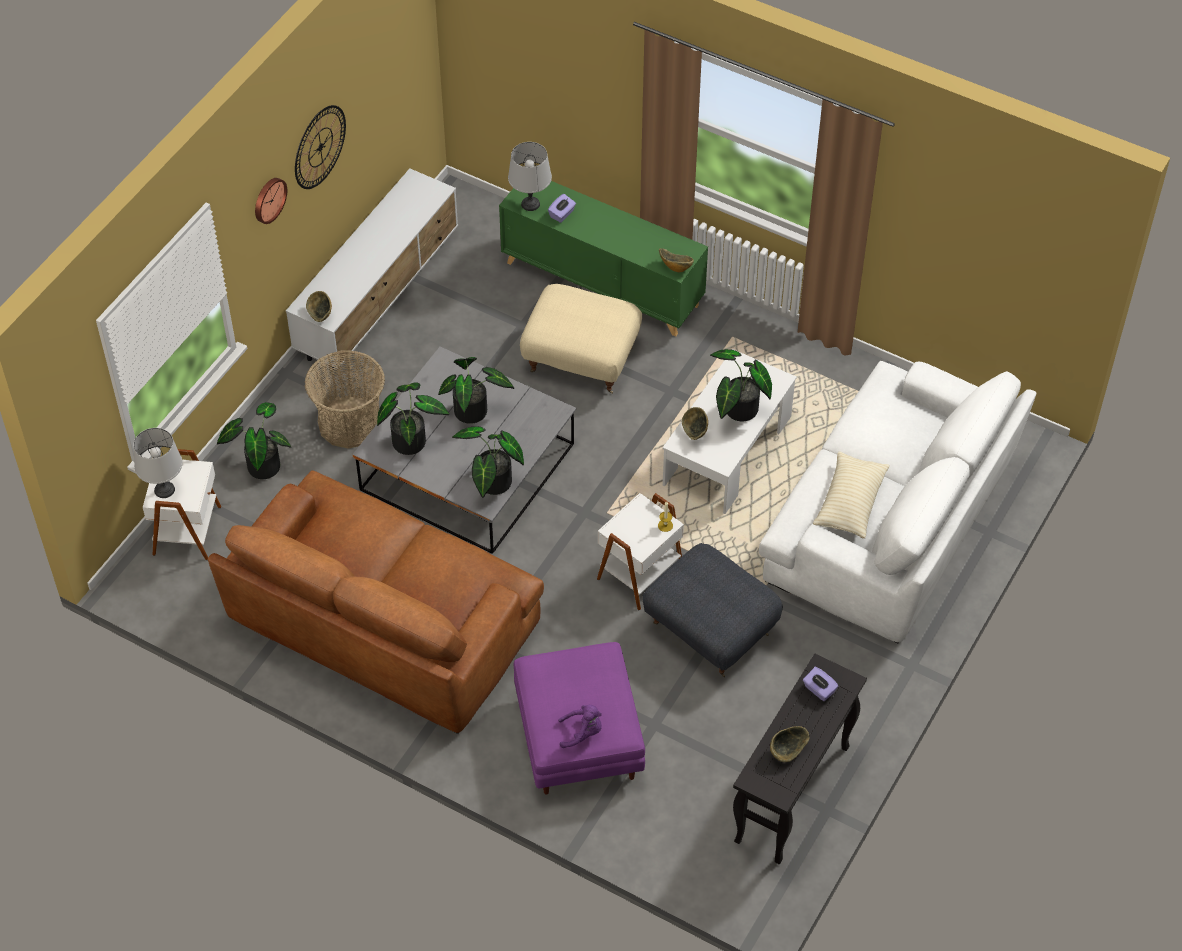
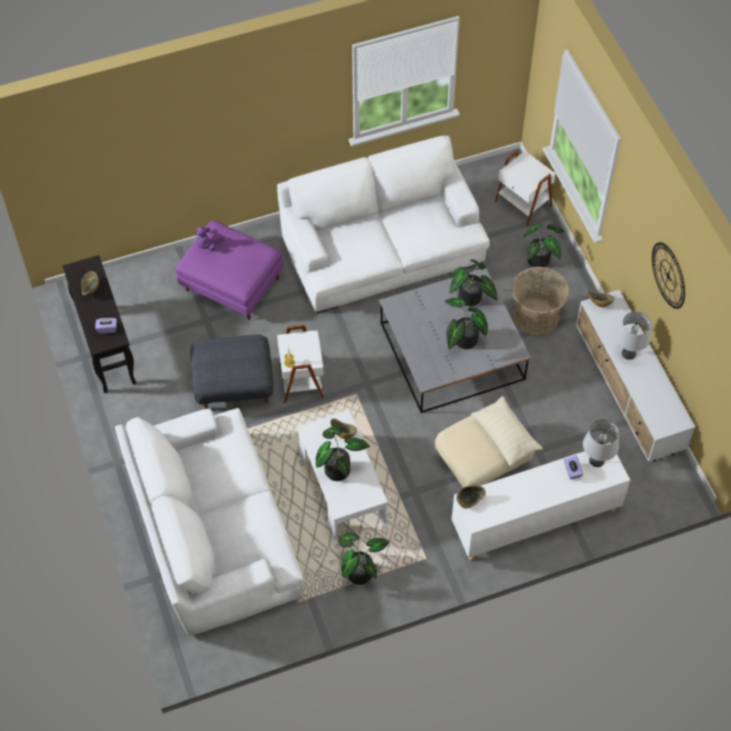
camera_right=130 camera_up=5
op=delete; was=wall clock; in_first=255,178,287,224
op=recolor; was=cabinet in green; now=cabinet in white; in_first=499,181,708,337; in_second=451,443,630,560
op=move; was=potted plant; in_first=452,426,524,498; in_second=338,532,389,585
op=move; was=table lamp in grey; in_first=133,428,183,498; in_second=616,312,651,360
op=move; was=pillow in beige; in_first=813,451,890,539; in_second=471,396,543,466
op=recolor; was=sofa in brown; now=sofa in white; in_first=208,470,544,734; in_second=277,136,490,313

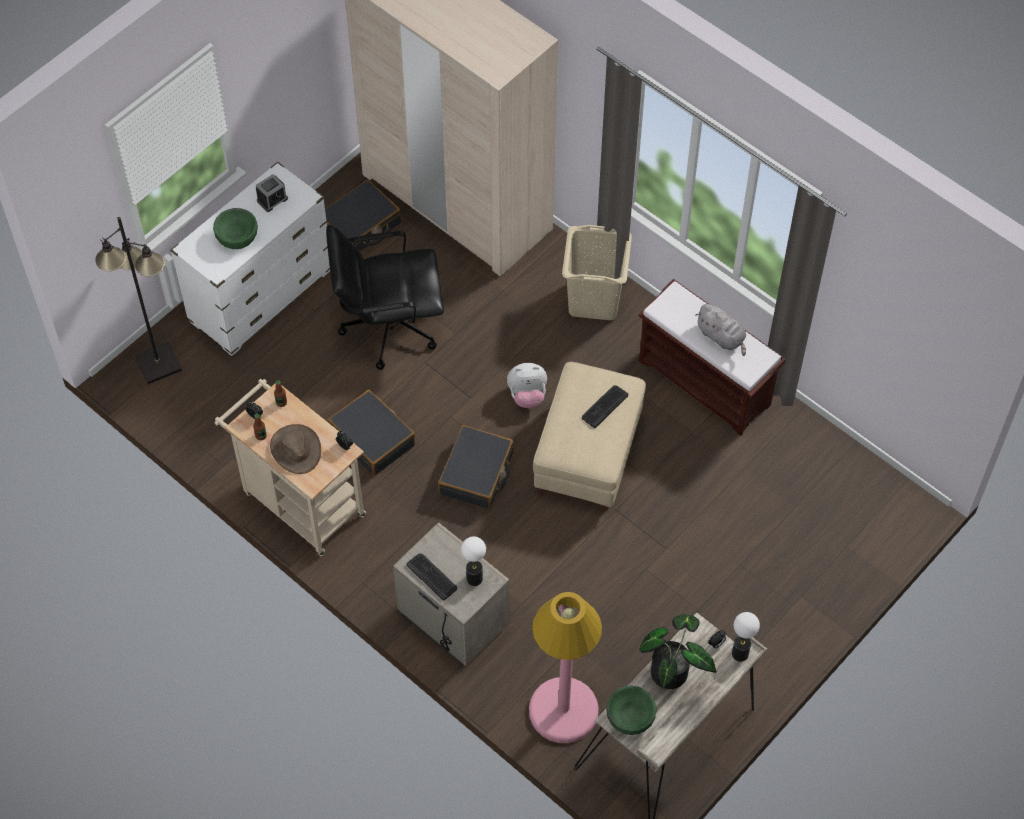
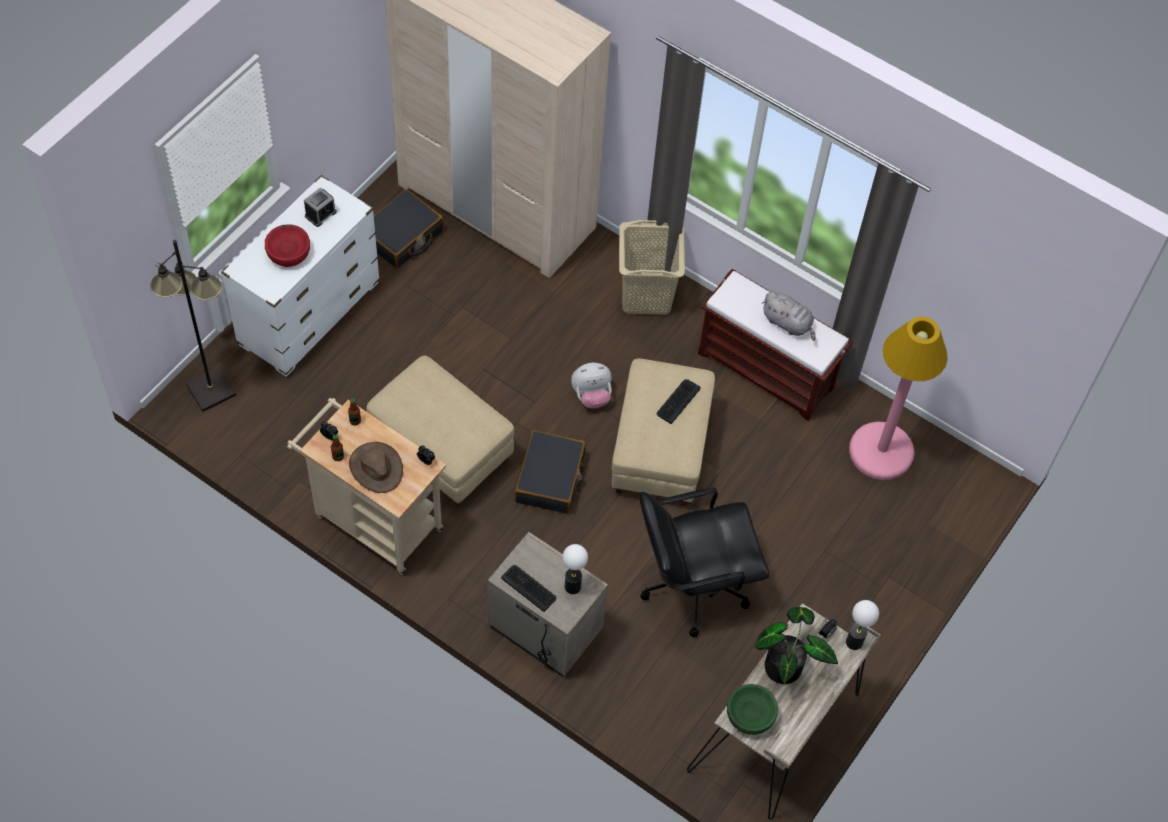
camera_right=-10 camera_up=0
op=recolor; was=bowl in green; now=bowl in red; in_first=213,208,258,249; in_second=265,224,310,267
op=move; was=office chair in black; in_first=326,225,444,370; in_second=639,488,769,637
op=replace; was=suitcase in black; now=ottoman in beige; in_first=328,390,415,476; in_second=366,356,514,507
op=move; was=floor lamp in pink; in_first=529,592,602,743; in_second=849,316,948,480

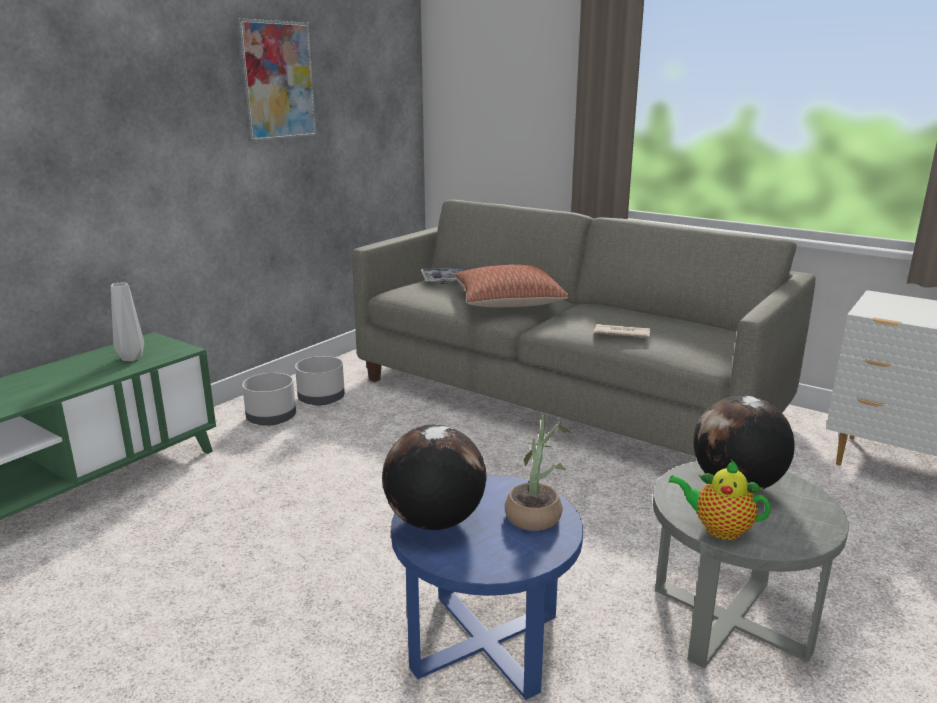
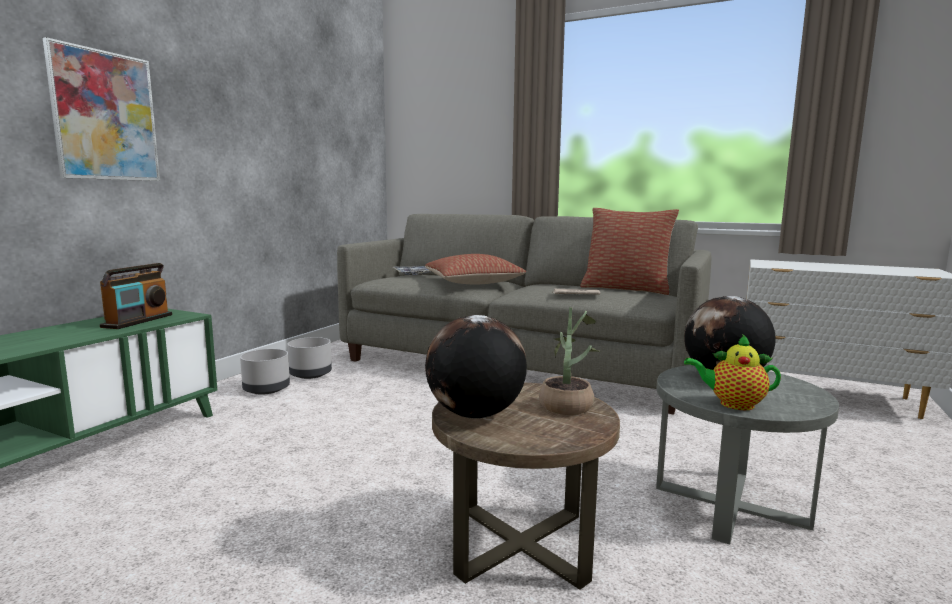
camera_right=-10 camera_up=-10
op=move; was=picture; in_first=236,18,316,141; in_second=43,37,160,181
op=replace; was=vase in grey; now=radio; in_first=111,282,144,361; in_second=100,263,172,329
op=recolor; was=side table in blue; now=side table in brown; in_first=391,474,583,700; in_second=432,383,620,590
op=insert; now=pillow; in_second=580,208,679,295

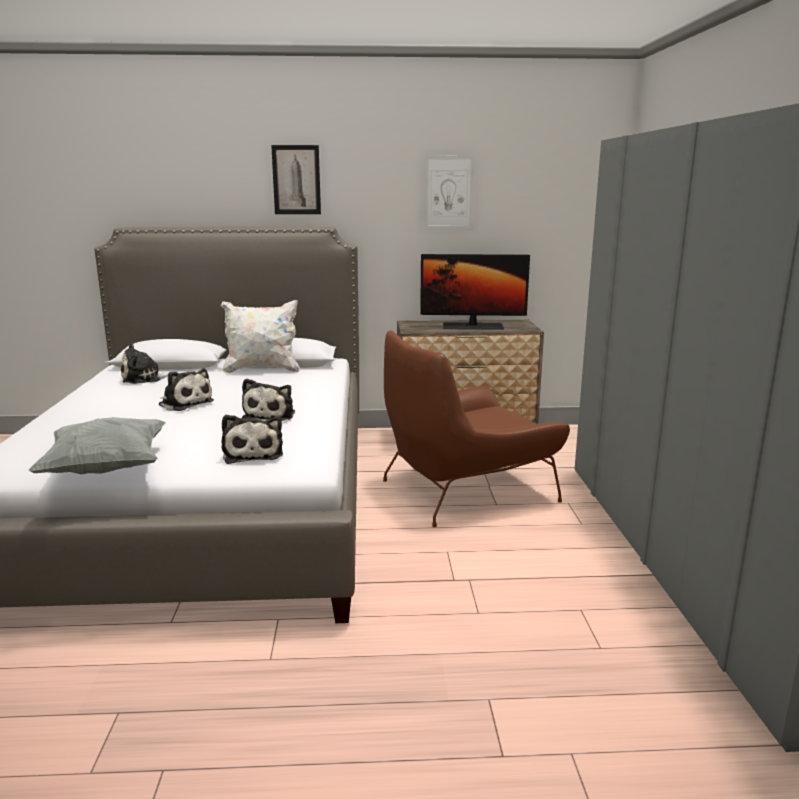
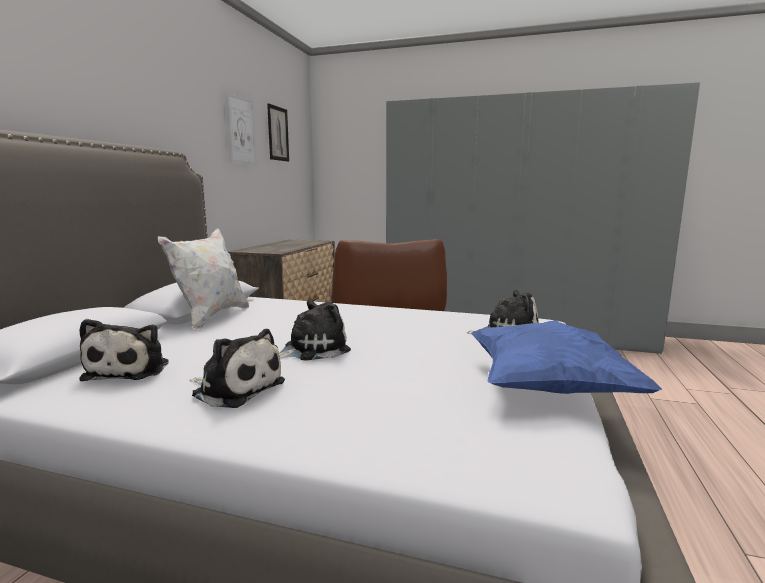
camera_right=-70 camera_up=-5
op=move; was=picture; in_first=271,145,321,214; in_second=267,103,289,162
op=delete; was=monitor; in_first=420,254,530,330
op=move; was=plush toy; in_first=242,379,295,421; in_second=190,329,285,408
op=recolor; was=pillow in grey; now=pillow in blue; in_first=28,417,166,474; in_second=471,320,662,394

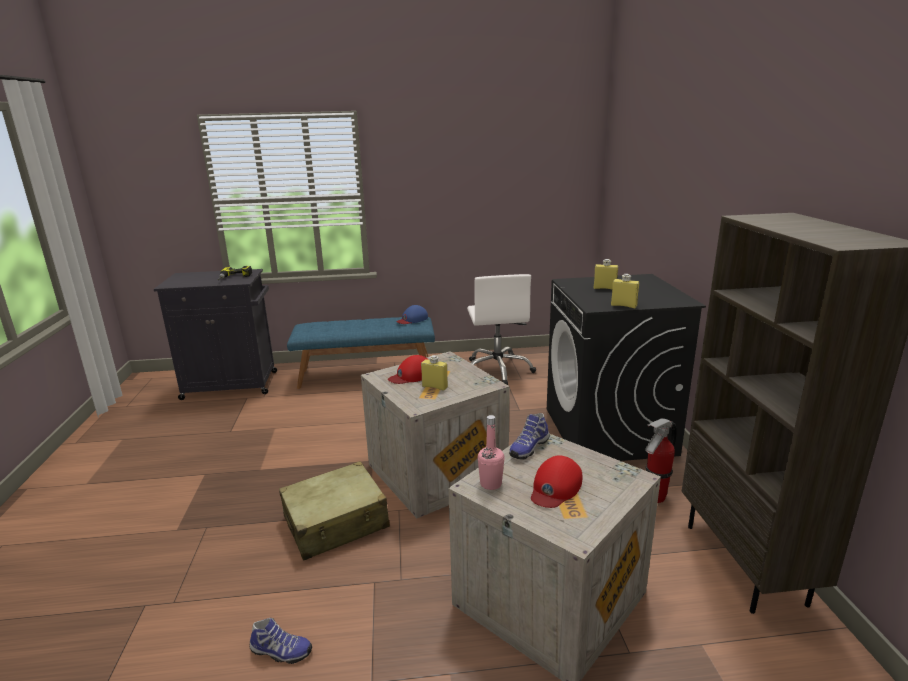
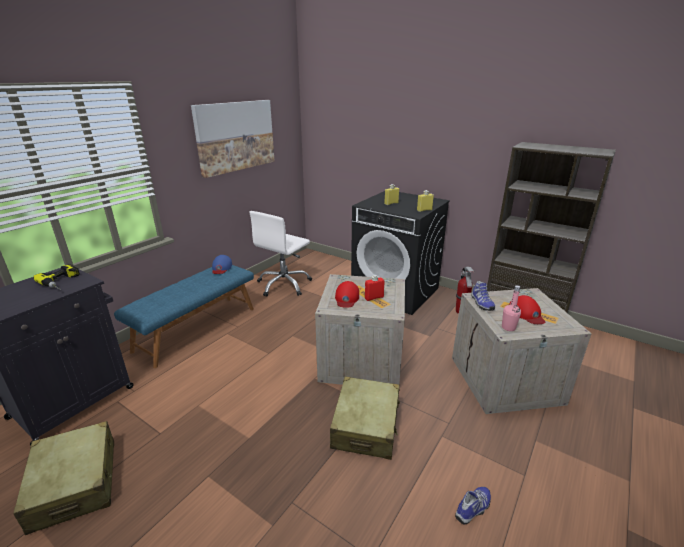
camera_right=-50 camera_up=5
op=rotate; was=office chair in white; in_first=467,274,536,385; in_second=249,211,312,297; clockwise=90
op=recolor; was=bottle in yellow; now=bottle in red; in_first=421,355,448,391; in_second=365,275,385,301
op=insert; now=picture; in_second=191,100,275,178
op=insert; now=suitcase in beige; in_second=13,421,114,535

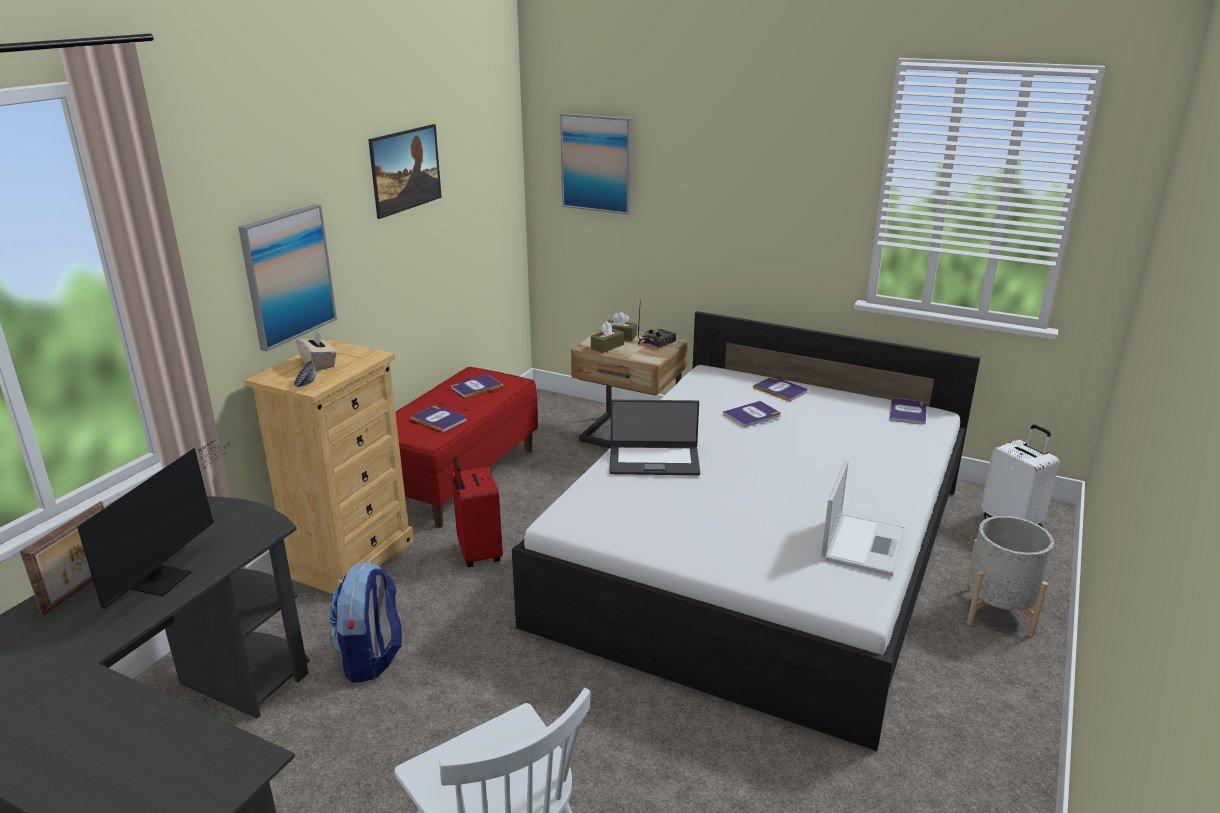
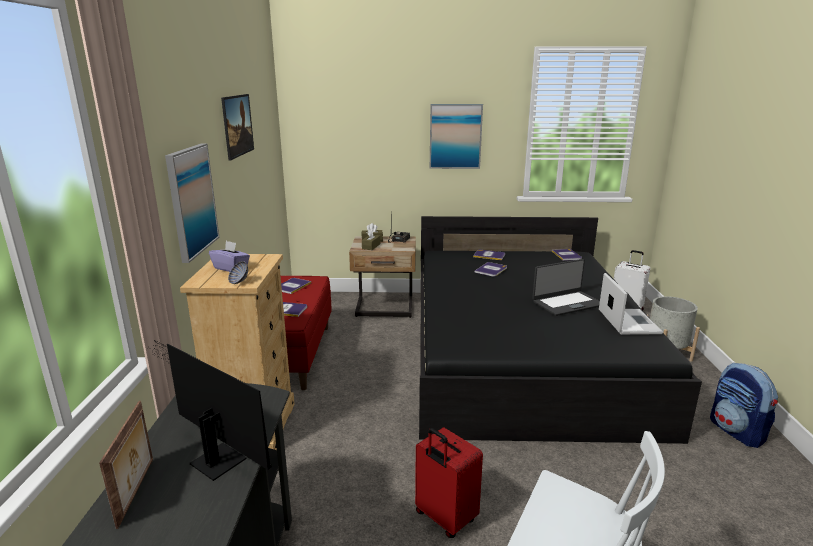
camera_right=-25 camera_up=-5
op=move; was=picture; in_first=560,113,632,215; in_second=430,104,483,169
op=recolor; was=bed in white; now=bed in black; in_first=512,311,980,751; in_second=419,216,702,444
op=recolor; was=tissue box in beige; now=tissue box in purple; in_first=296,330,337,371; in_second=209,241,250,272
op=move; was=laptop; in_first=609,400,700,475; in_second=532,259,600,316
op=rotate; was=monitor; in_first=77,440,230,609; in_second=146,341,271,481; clockwise=-45
op=move; was=suitcase in red; in_first=452,457,503,567; in_second=415,427,483,538
op=move; was=backpack; in_first=329,561,402,683; in_second=710,363,778,448

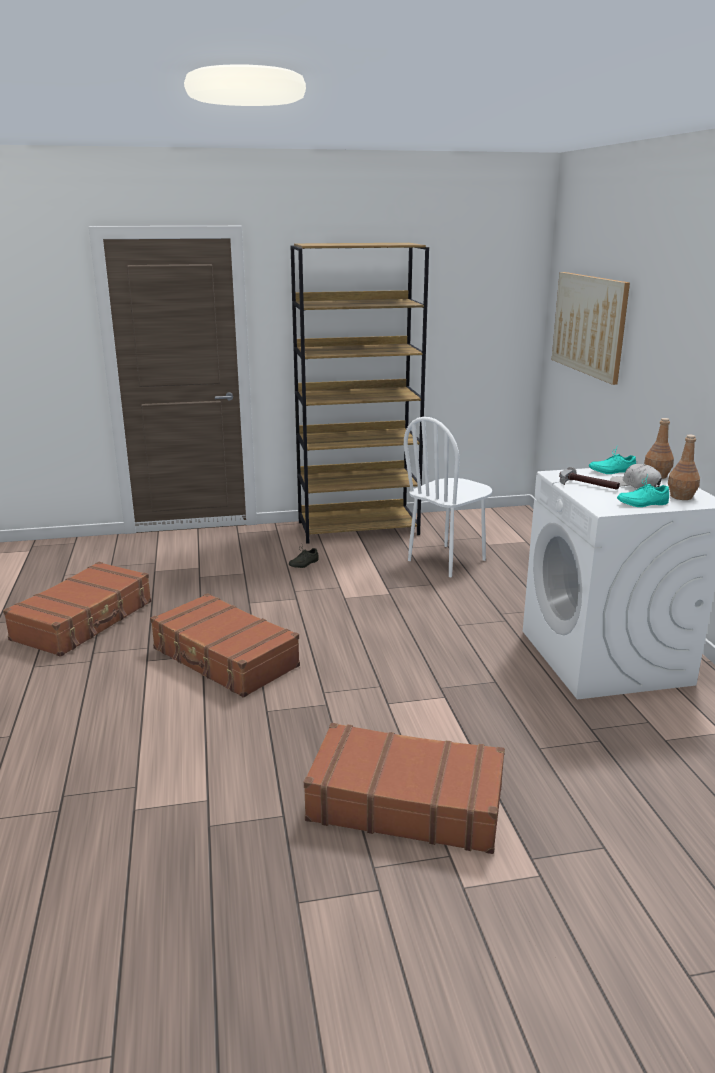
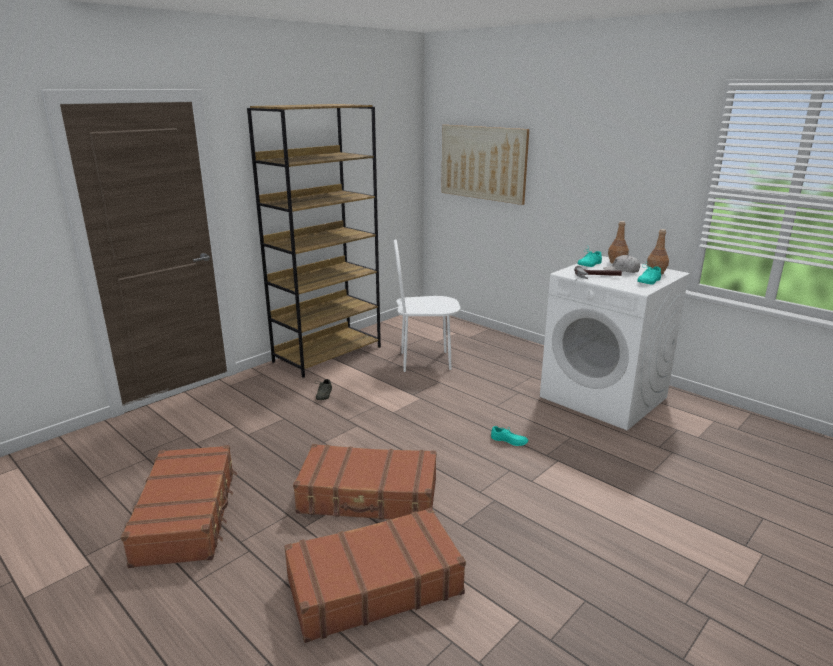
camera_right=-35 camera_up=0
op=rotate; was=chair in white; in_first=404,417,492,577; in_second=394,239,460,372; clockwise=75
op=move; was=suitcase in brown; in_first=304,723,505,854; in_second=284,508,466,643
op=insert; now=shoe in turquoise; in_second=491,426,528,446

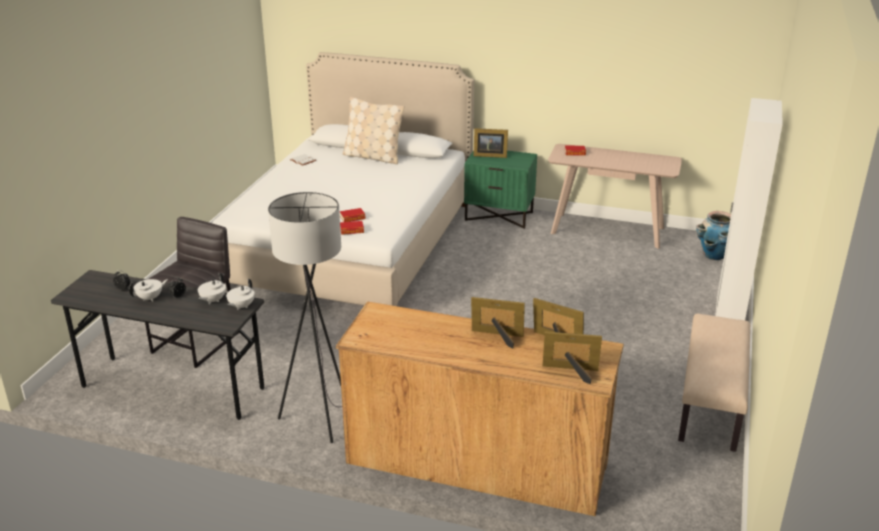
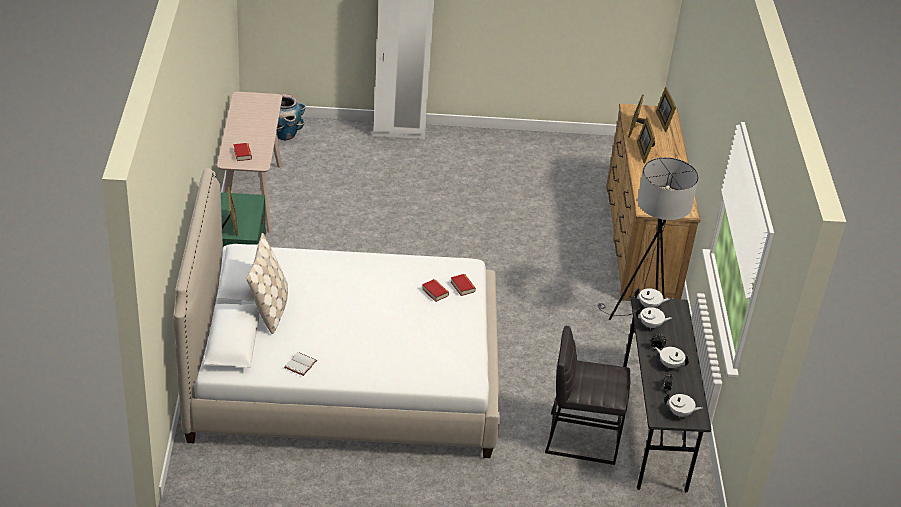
camera_right=-110 camera_up=10
op=delete; was=bench in beige; in_first=678,314,750,452
op=insert; now=teapot in white; in_second=664,393,703,417

